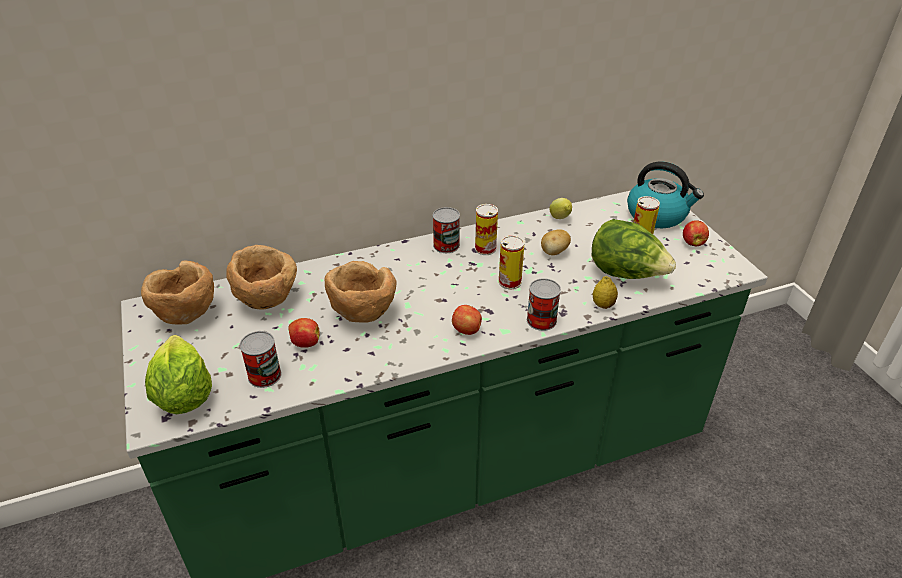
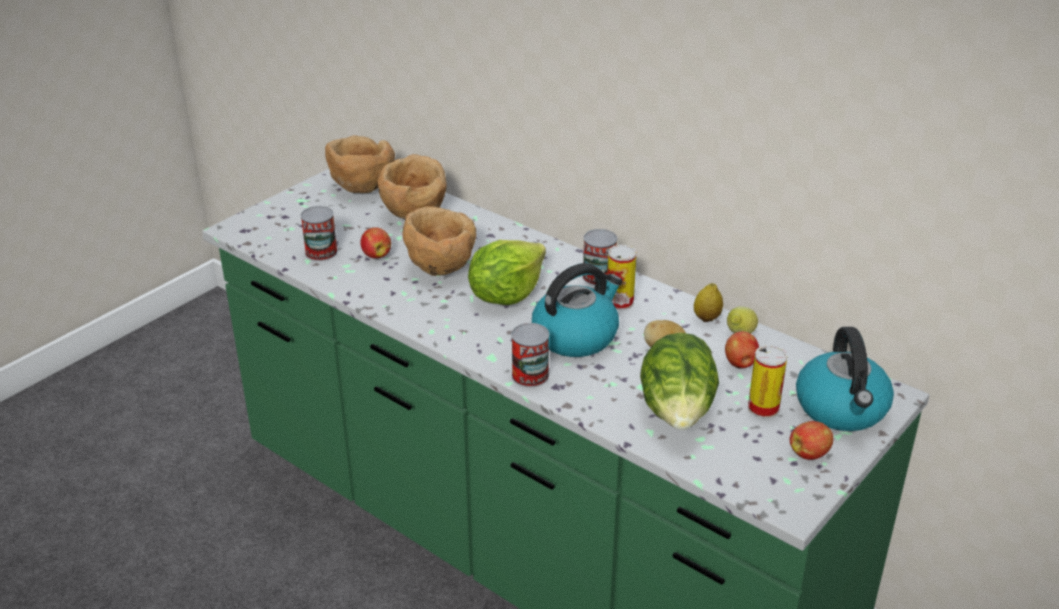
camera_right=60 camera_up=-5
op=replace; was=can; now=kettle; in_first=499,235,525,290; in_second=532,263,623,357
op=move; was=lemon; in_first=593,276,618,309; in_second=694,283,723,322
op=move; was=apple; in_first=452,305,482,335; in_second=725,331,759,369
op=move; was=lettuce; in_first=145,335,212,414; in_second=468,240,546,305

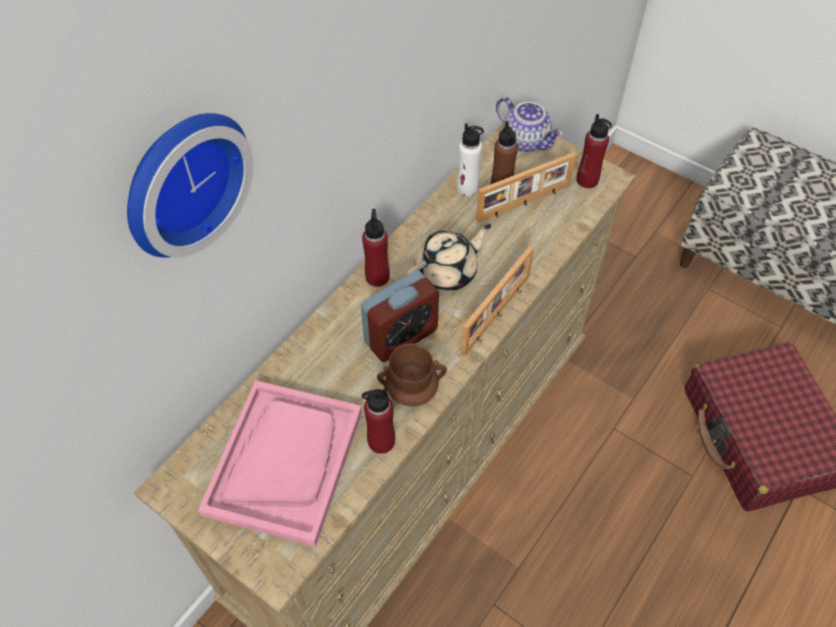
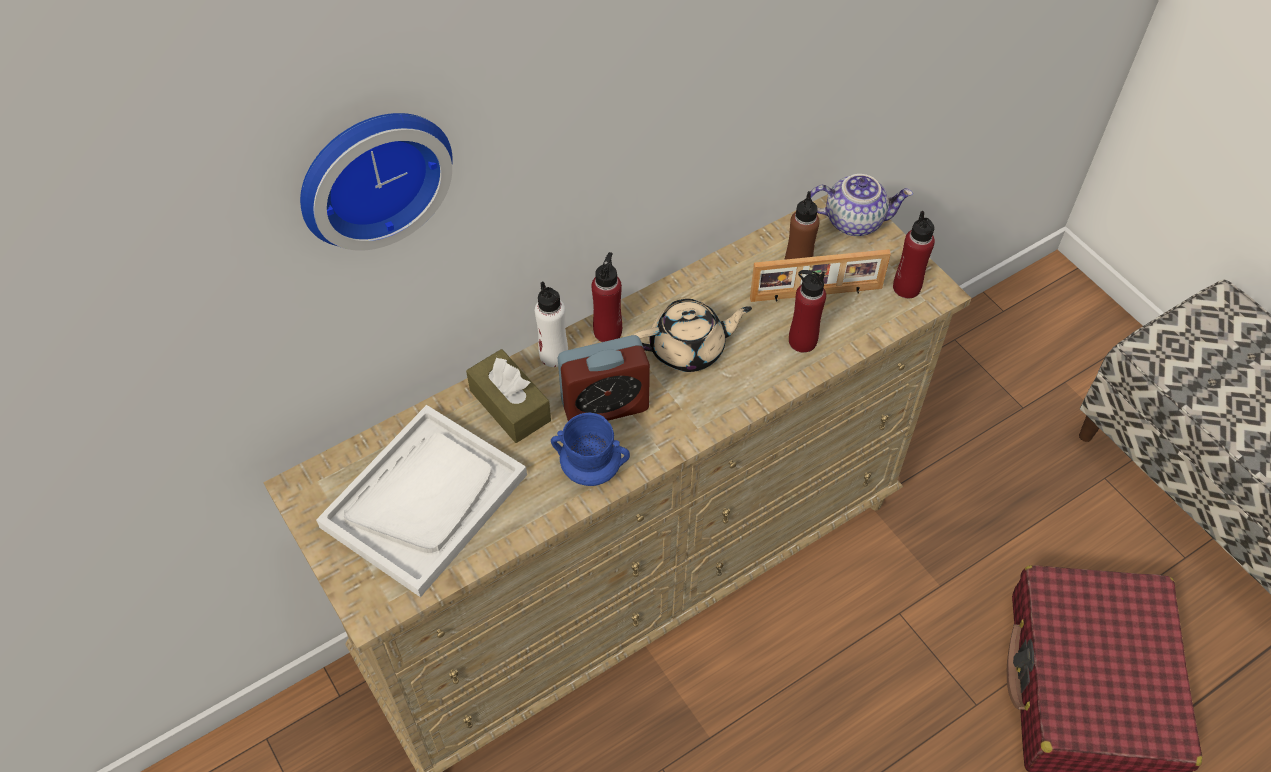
camera_right=20 camera_up=0
op=rotate; was=teapot; in_first=496,97,563,153; in_second=811,174,913,236; clockwise=-60
op=move; was=bottle in white; in_first=457,123,484,196; in_second=535,281,568,367
op=delete; was=picture frame; in_first=461,246,534,356
op=recolor; was=mug in brown; now=mug in blue; in_first=377,343,447,406; in_second=551,412,630,486
op=recolor; was=tray in pink; now=tray in white; in_first=198,380,362,547; in_second=316,405,527,597
op=move; was=bottle in red; in_first=362,387,395,454; in_second=789,270,826,353
op=insert; now=tissue box in brown; in_second=466,349,551,443

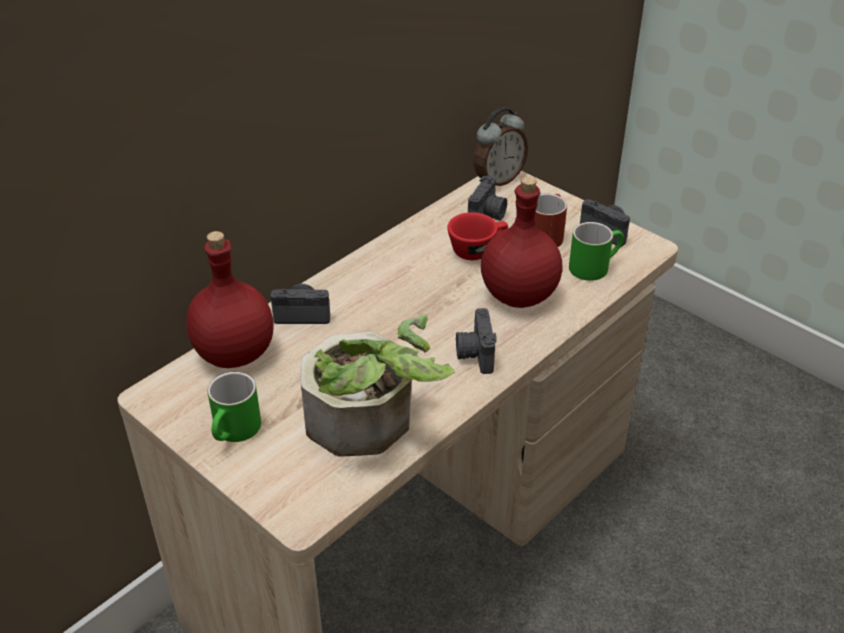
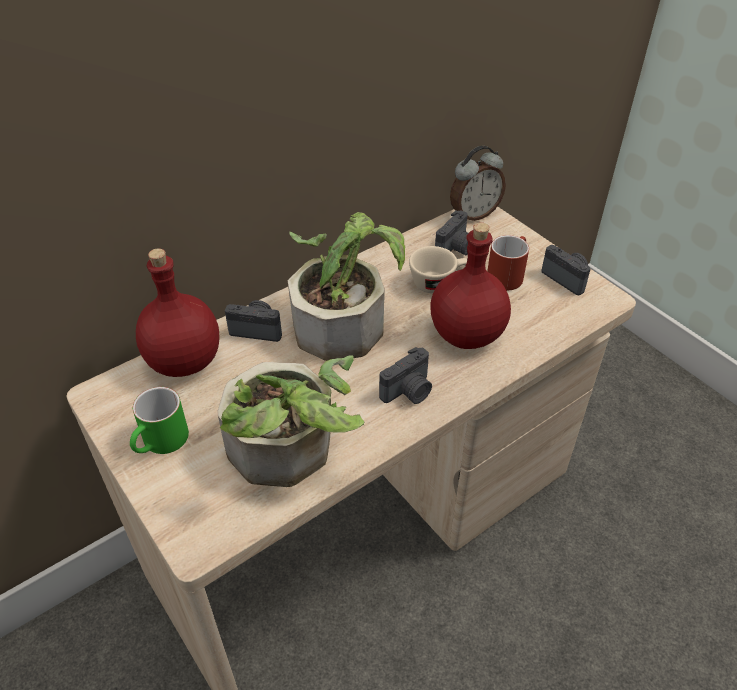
camera_right=10 camera_up=5
op=recolor; was=cup in red; now=cup in beige; in_first=447,212,508,260; in_second=409,246,468,293
op=delete; was=mug in green; in_first=569,222,624,281
op=rotate; was=photo camera; in_first=456,308,497,374; in_second=379,347,432,404; clockwise=-135
op=insert; now=potted plant; in_second=288,212,405,361

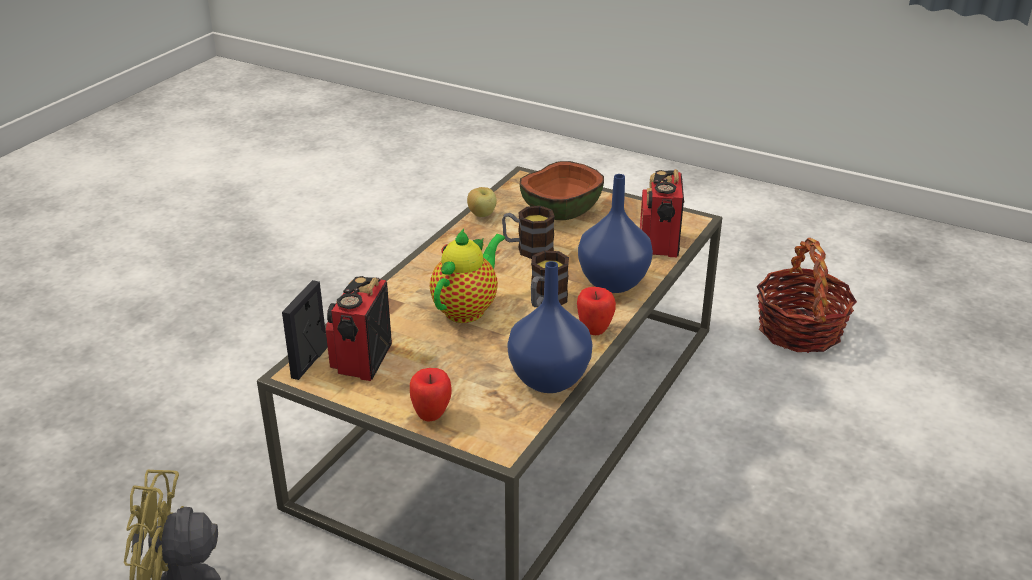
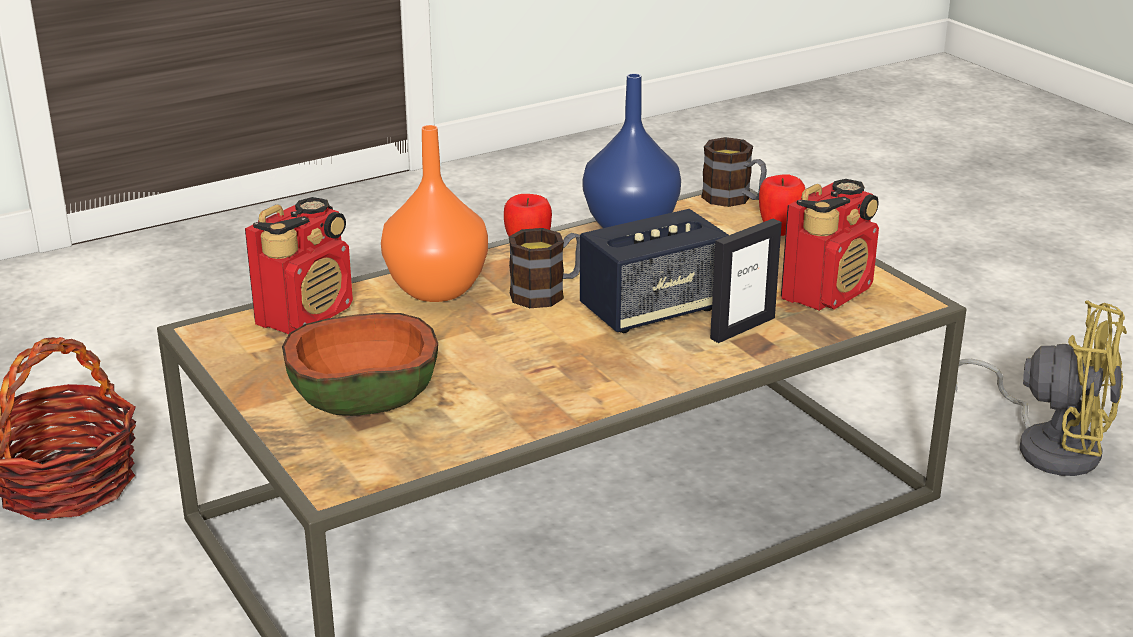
camera_right=-150 camera_up=-5
op=recolor; was=vase in blue; now=vase in orange; in_first=578,174,653,293; in_second=381,125,488,302
op=delete; was=apple; in_first=467,187,497,217
op=move; was=mug; in_first=502,206,555,259; in_second=701,137,767,207
op=replace; was=teapot; now=speaker; in_first=430,228,505,323; in_second=580,209,729,333
op=move; was=picture frame; in_first=282,280,328,380; in_second=710,219,782,343

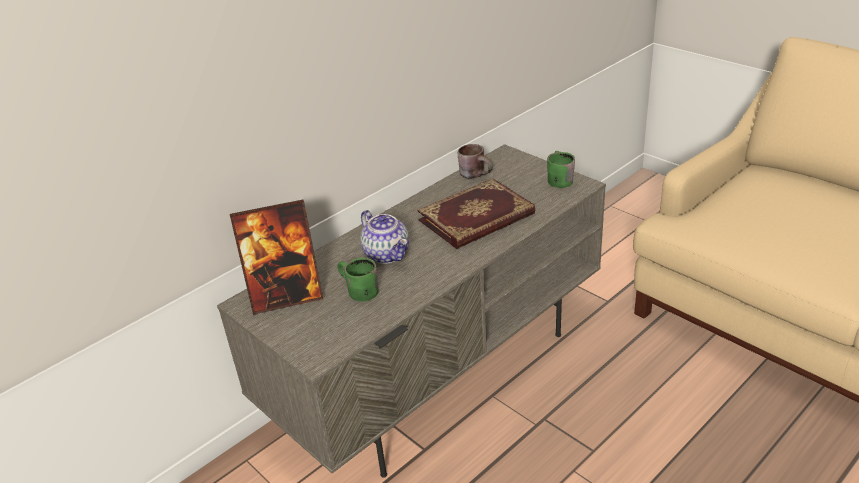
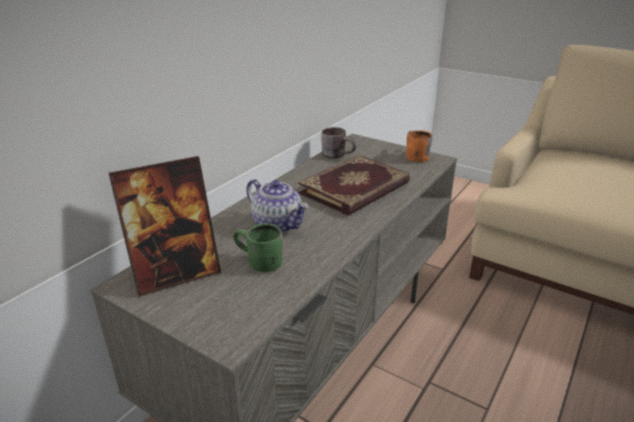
camera_right=-15 camera_up=-5
op=recolor; was=mug in green; now=mug in orange; in_first=547,151,575,188; in_second=406,130,433,162

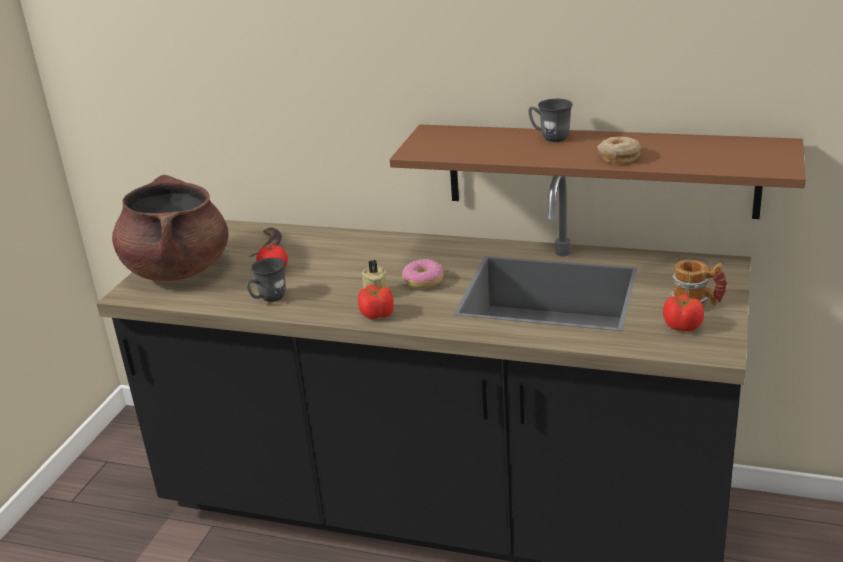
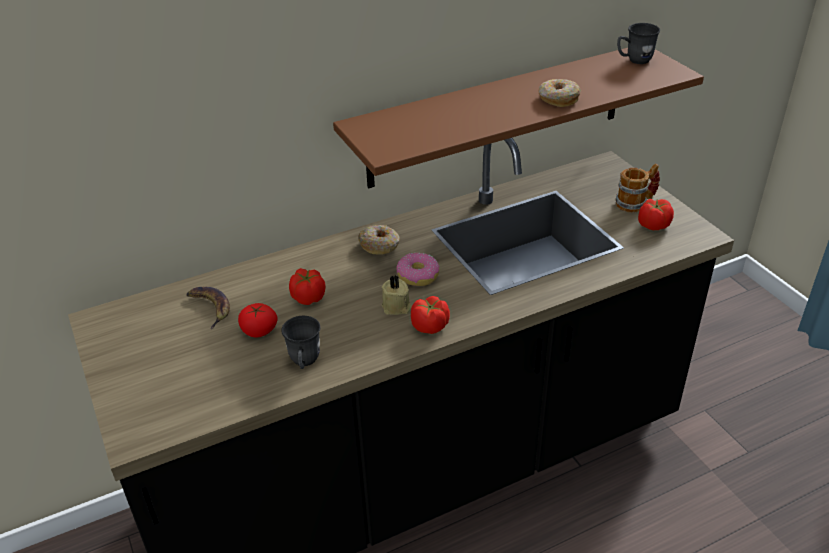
camera_right=-45 camera_up=10
op=move; was=mug in grey; in_first=528,99,573,142; in_second=617,23,660,64
op=delete; was=cooking pot in brown; in_first=112,175,229,281
op=insert; now=donut; in_second=358,225,400,255
op=insert; now=tomato; in_second=289,268,325,305

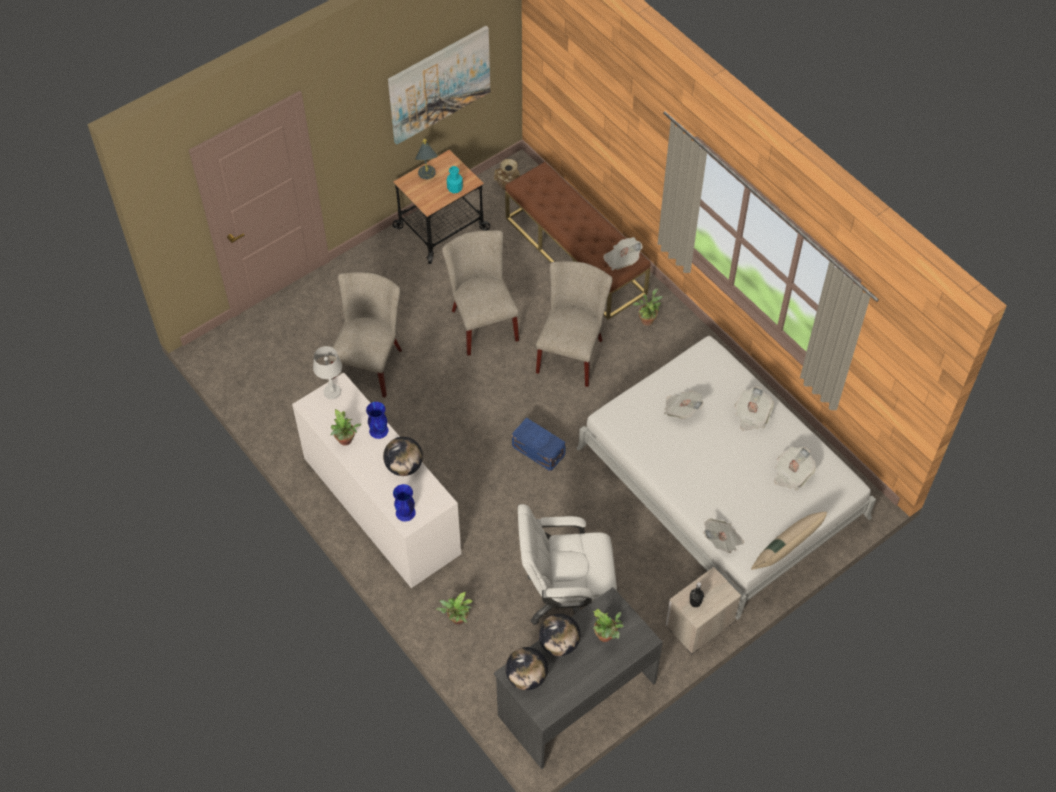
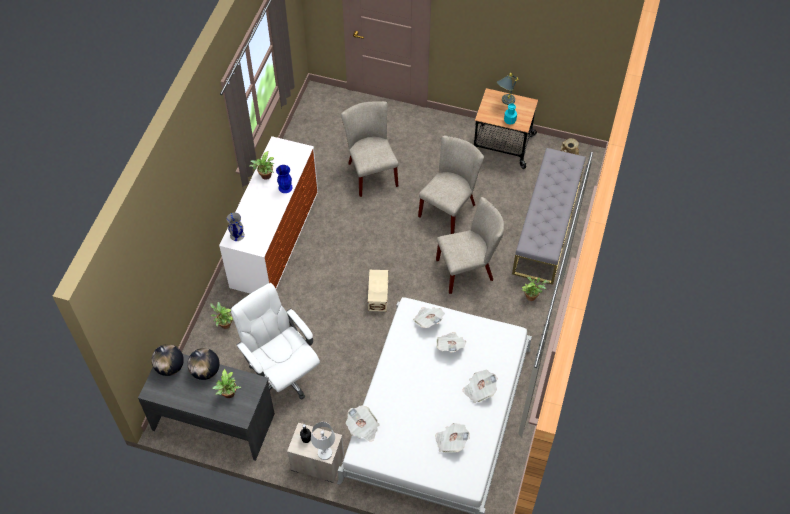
camera_right=55 camera_up=0
op=delete; was=picture; in_first=388,26,490,145
op=recolor; was=bench in brown; now=bench in grey; in_first=505,162,651,320; in_second=512,148,586,285
op=move; was=newspaper; in_first=603,237,643,271; in_second=413,307,445,328
op=rotate; was=chair in beige; in_first=328,272,402,398; in_second=341,101,399,197; clockwise=-90
op=move; was=table lamp in white; in_first=313,346,342,399; in_second=311,422,335,460
op=recolor; was=storage box in blue; now=storage box in beige; in_first=512,418,566,471; in_second=368,270,388,312
op=delete; was=globe; in_first=383,437,423,476
op=recolor; was=vase in blue; now=vase in grey; in_first=393,484,416,522; in_second=226,213,245,241
op=delete; was=pillow in beige; in_first=751,512,827,570

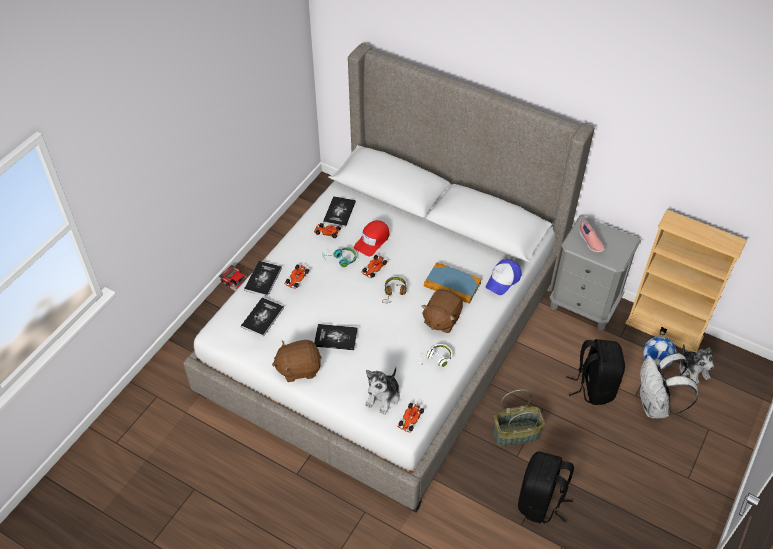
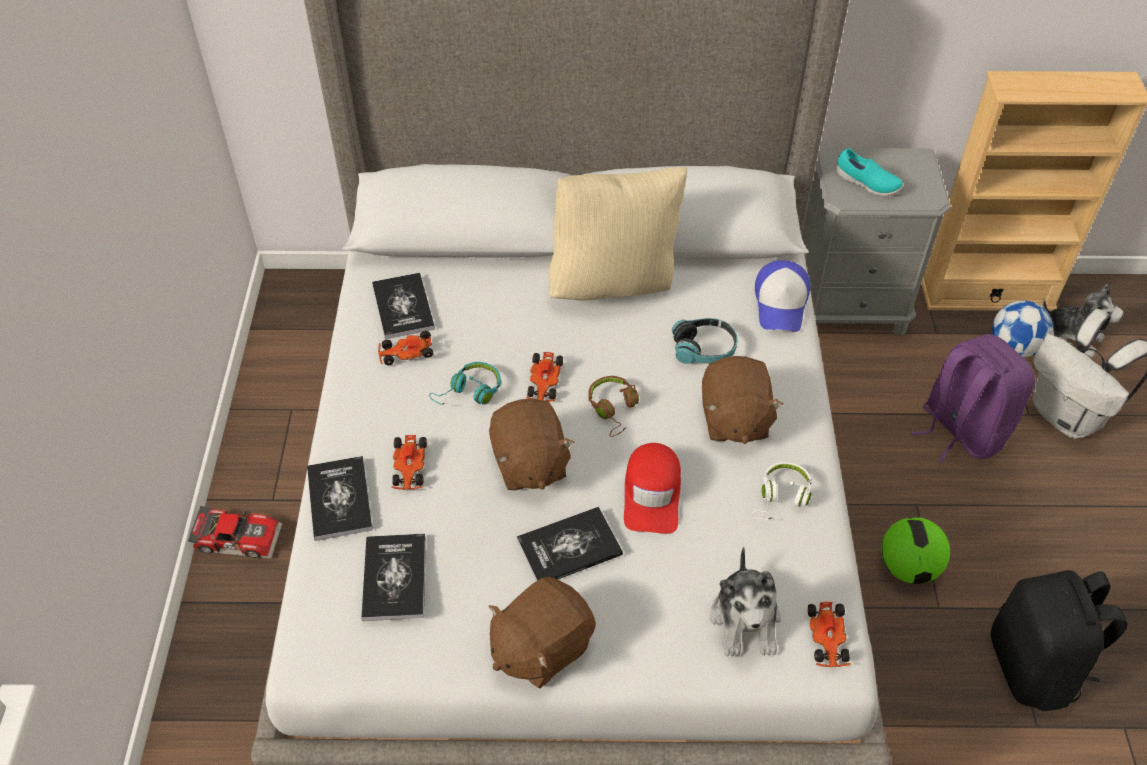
camera_right=-30 camera_up=0
op=move; was=cap in red; in_first=354,220,389,256; in_second=624,443,681,534
op=recolor; was=shoe in pink; now=shoe in turquoise; in_first=579,221,605,253; in_second=836,148,904,196
op=replace; was=book; now=headphones; in_first=424,262,482,304; in_second=672,318,737,364
op=recolor; was=backpack in black; now=backpack in purple; in_first=566,339,625,405; in_second=911,334,1035,463
op=replace; was=basket; now=football; in_first=493,389,545,446; in_second=881,517,950,584
op=insert; now=pillow in beige; in_second=548,167,687,301
op=insert; now=plush toy in brown; in_second=489,398,575,491

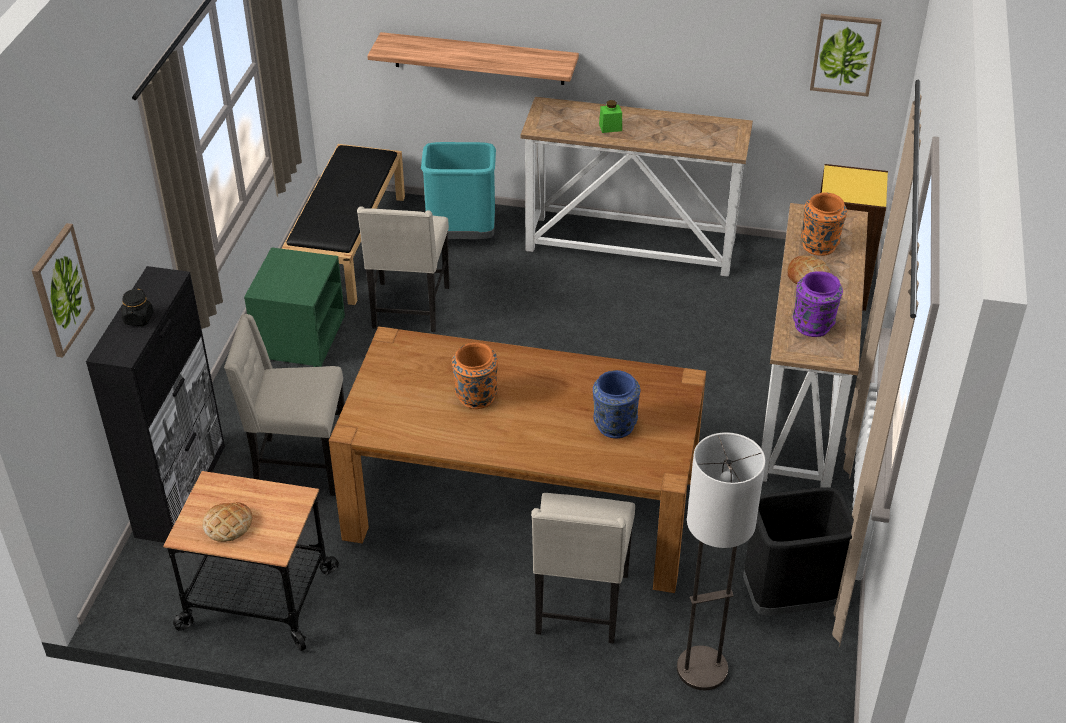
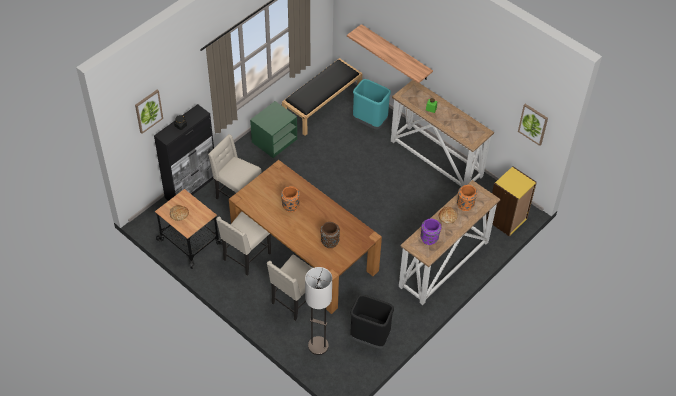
camera_right=30 camera_up=10
op=move; was=chair in beige; in_first=357,207,449,332; in_second=216,212,271,275
op=recolor; was=vase in blue; now=vase in brown; in_first=593,370,640,438; in_second=320,222,340,248

